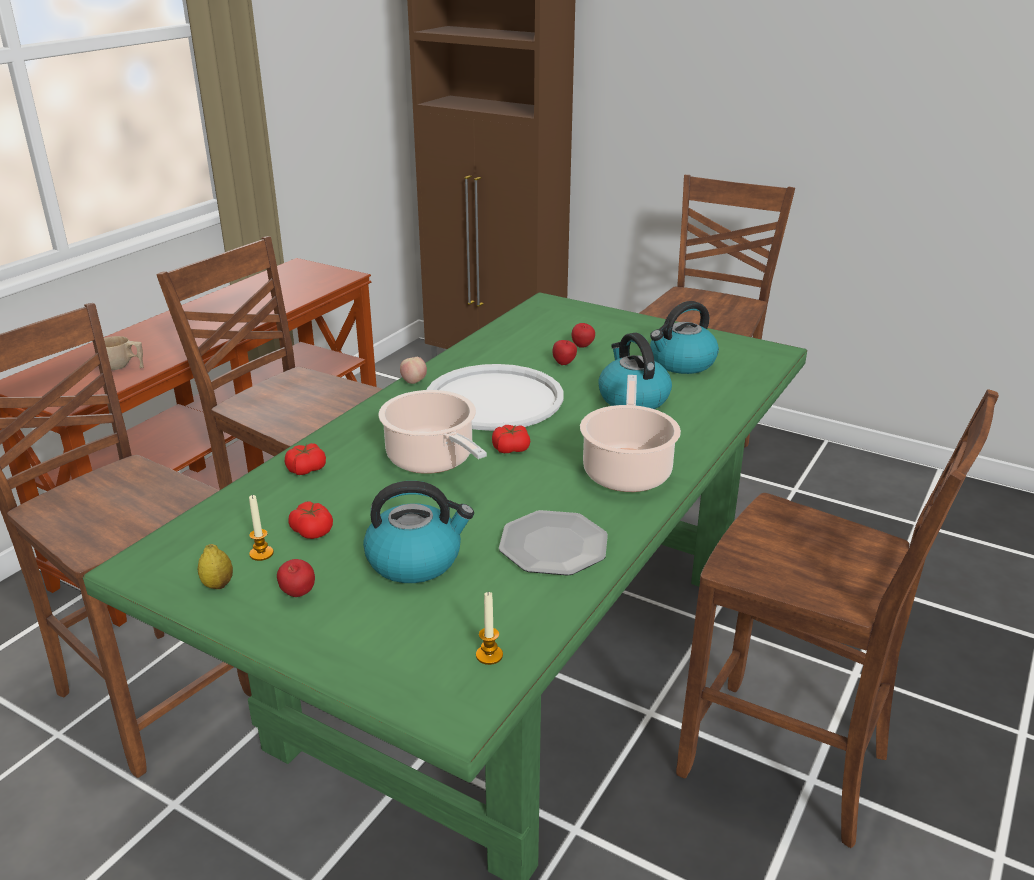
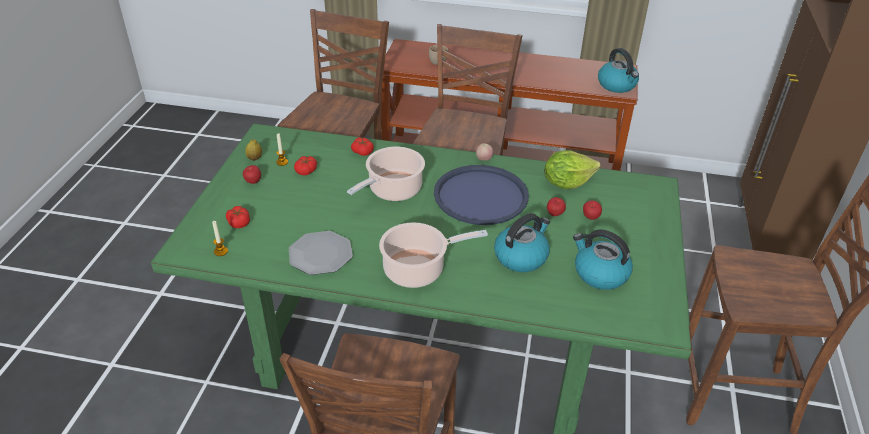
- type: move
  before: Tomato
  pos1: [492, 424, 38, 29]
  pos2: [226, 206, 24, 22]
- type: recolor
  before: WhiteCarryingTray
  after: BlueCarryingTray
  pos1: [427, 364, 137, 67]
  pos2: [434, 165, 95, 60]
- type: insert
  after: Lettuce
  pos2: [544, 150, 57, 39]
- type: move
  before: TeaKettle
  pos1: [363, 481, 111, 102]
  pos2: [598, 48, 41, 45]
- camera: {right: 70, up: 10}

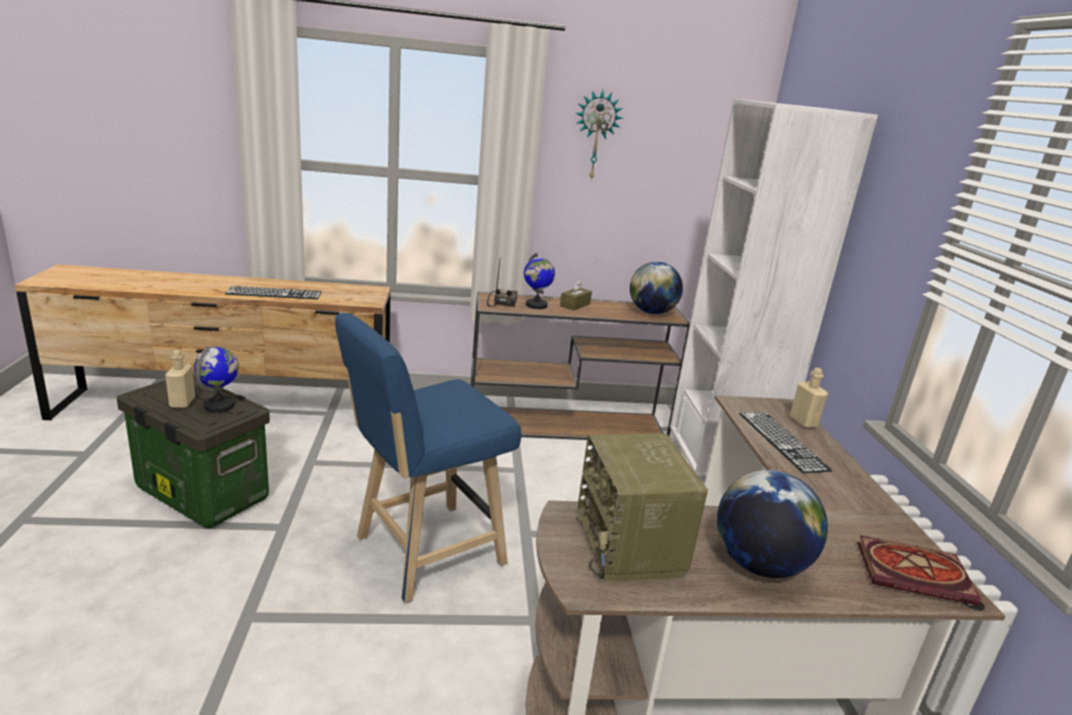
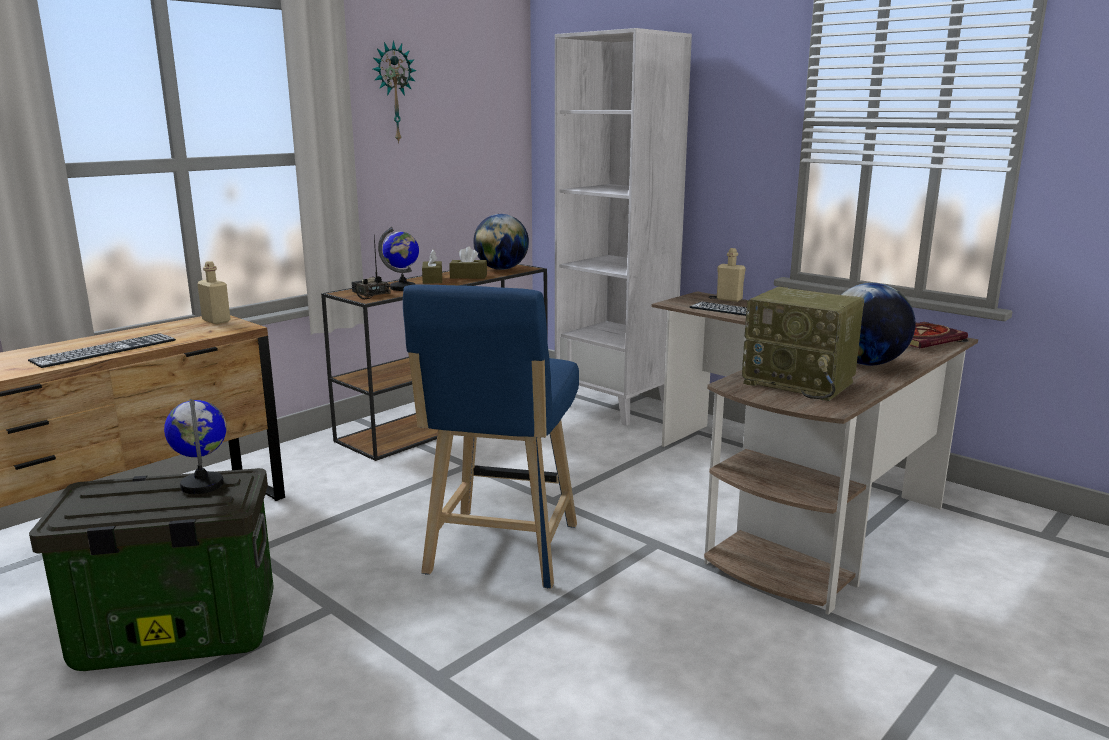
- type: move
  before: BeigeColouredDrinkBottle
  pos1: [165, 350, 30, 58]
  pos2: [197, 261, 34, 63]
- type: insert
  after: BrownishTissueBox
  pos2: [449, 247, 38, 32]
- camera: {right: -40, up: -5}

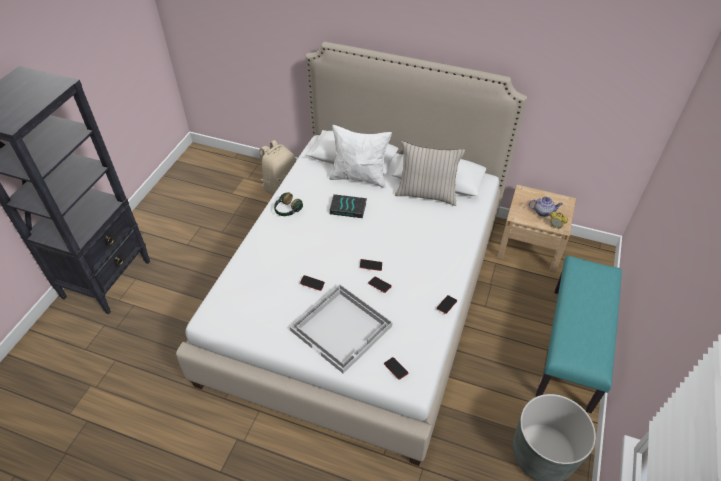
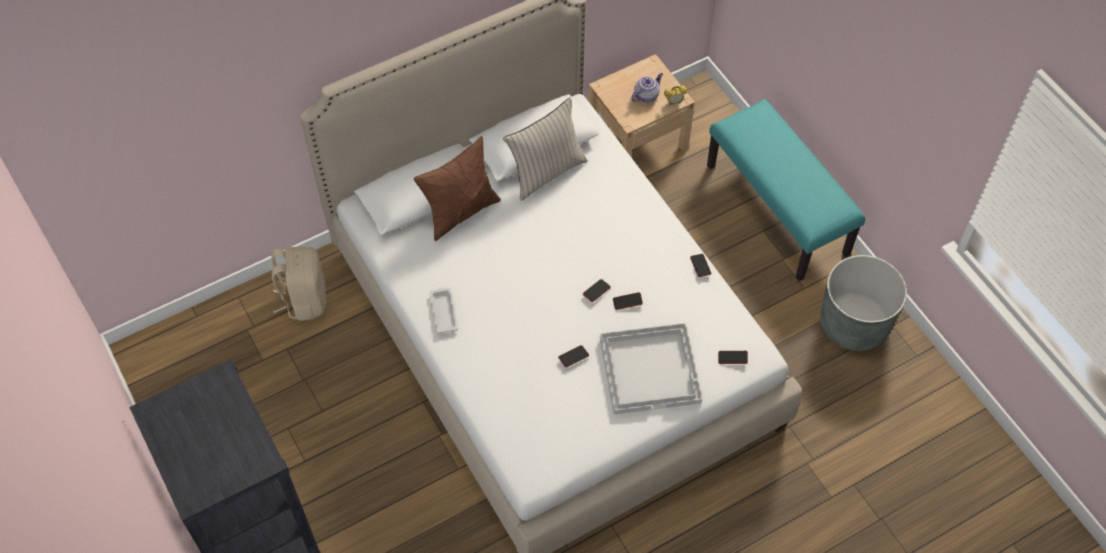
- type: recolor
  before: WhiteThrowPillow
  after: BrownishThrowPillow
  pos1: [329, 125, 63, 63]
  pos2: [414, 136, 87, 105]
- type: replace
  before: Headset
  after: WhiteCarryingTray
  pos1: [274, 192, 29, 24]
  pos2: [429, 287, 29, 47]
- type: delete
  before: Volume
  pos1: [330, 194, 37, 24]
- camera: {right: -50, up: 10}

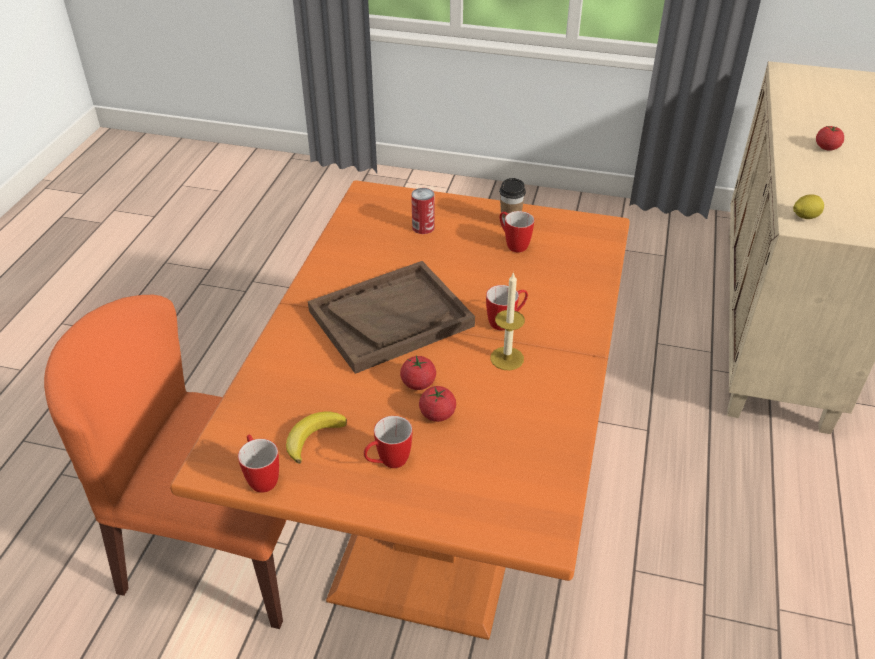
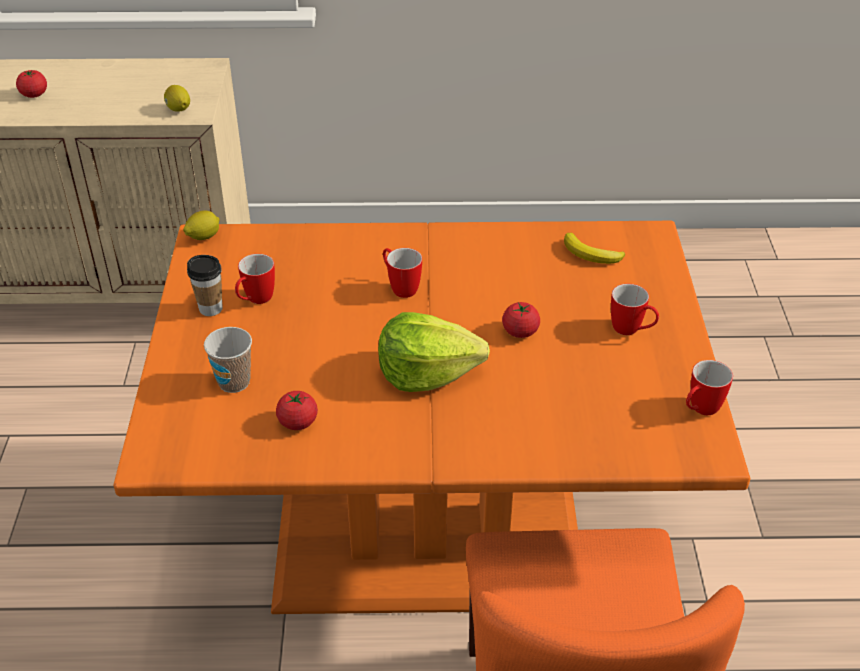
- type: insert
  after: CitrusFruit
  pos2: [183, 211, 36, 29]
- type: replace
  before: SealedCan
  after: SmallCup
  pos1: [411, 188, 24, 46]
  pos2: [204, 327, 48, 66]
- type: move
  before: Tomato
  pos1: [419, 386, 37, 36]
  pos2: [276, 391, 42, 39]
- type: replace
  before: BrownishCarryingTray
  after: Lettuce
  pos1: [308, 261, 167, 113]
  pos2: [378, 312, 112, 80]
- type: move
  before: Banana
  pos1: [286, 412, 61, 52]
  pos2: [564, 233, 61, 31]
- type: delete
  before: WaxCandle
  pos1: [490, 272, 35, 98]
- camera: {right: -105, up: 0}

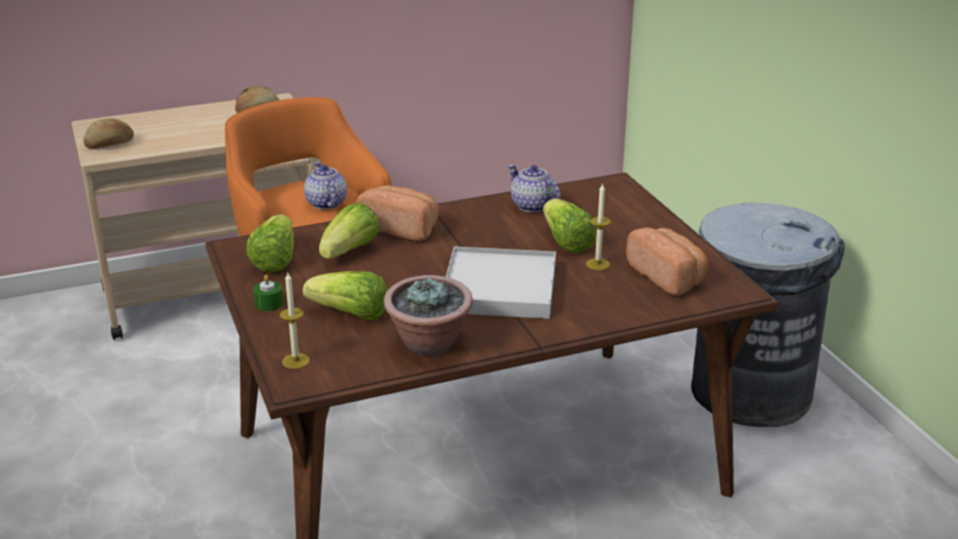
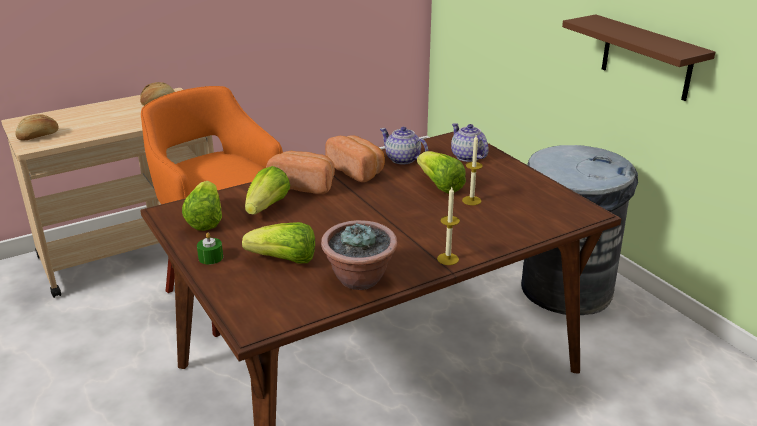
- type: move
  before: BakeryBread
  pos1: [626, 227, 82, 69]
  pos2: [325, 135, 60, 47]
- type: move
  before: WaxCandle
  pos1: [280, 273, 30, 96]
  pos2: [437, 187, 23, 78]
- type: move
  before: TeaPot
  pos1: [304, 162, 43, 48]
  pos2: [451, 123, 38, 39]
- type: insert
  after: BrownishWallShelf
  pos2: [562, 15, 153, 86]
- type: delete
  before: WhiteCarryingTray
  pos1: [446, 246, 110, 73]
- camera: {right: -10, up: 0}

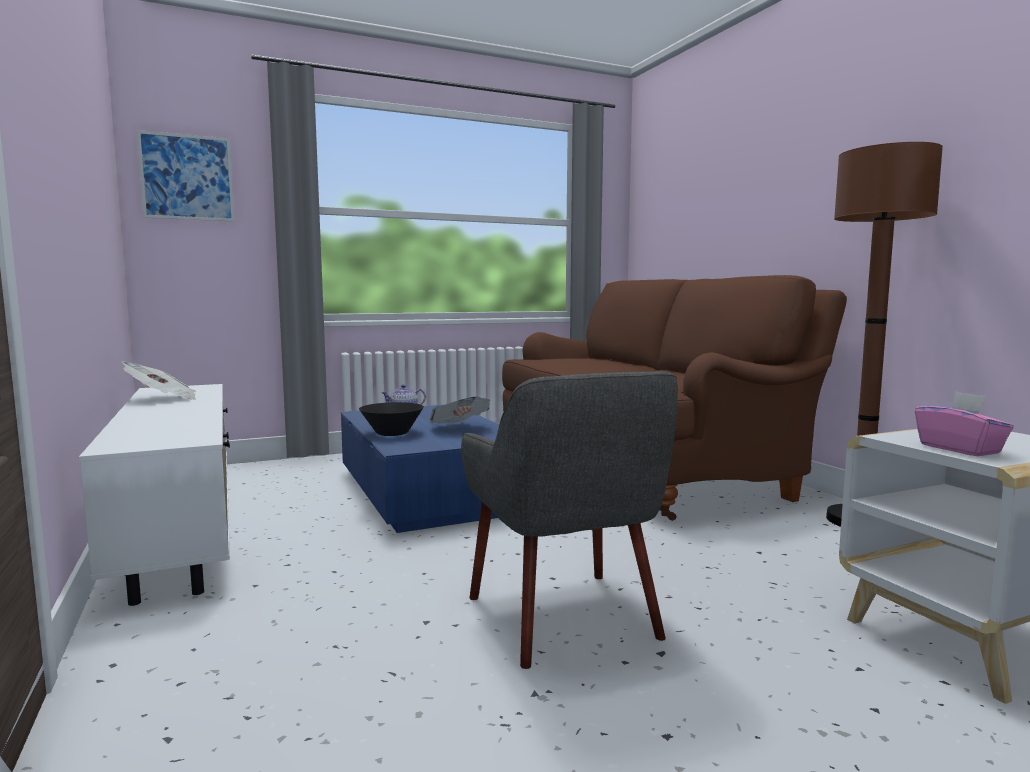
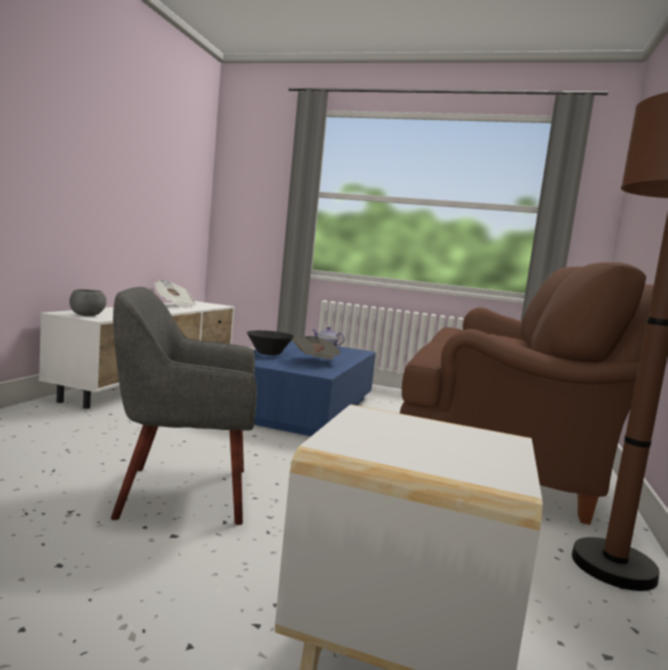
- type: insert
  after: GrayServingBowl
  pos2: [69, 289, 38, 27]
- type: rotate
  before: GrayLoungeChair
  pos1: [461, 371, 217, 298]
  pos2: [111, 287, 146, 238]
  turn: 60
- type: delete
  before: WallArt
  pos1: [137, 130, 98, 92]
- type: delete
  before: PinkColouredTissueBox
  pos1: [915, 391, 99, 65]
- camera: {right: 40, up: 0}

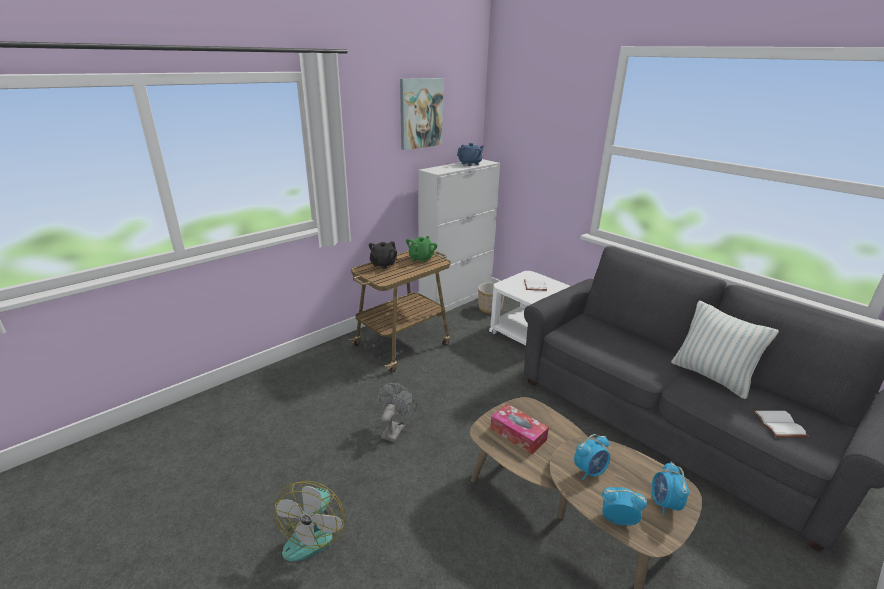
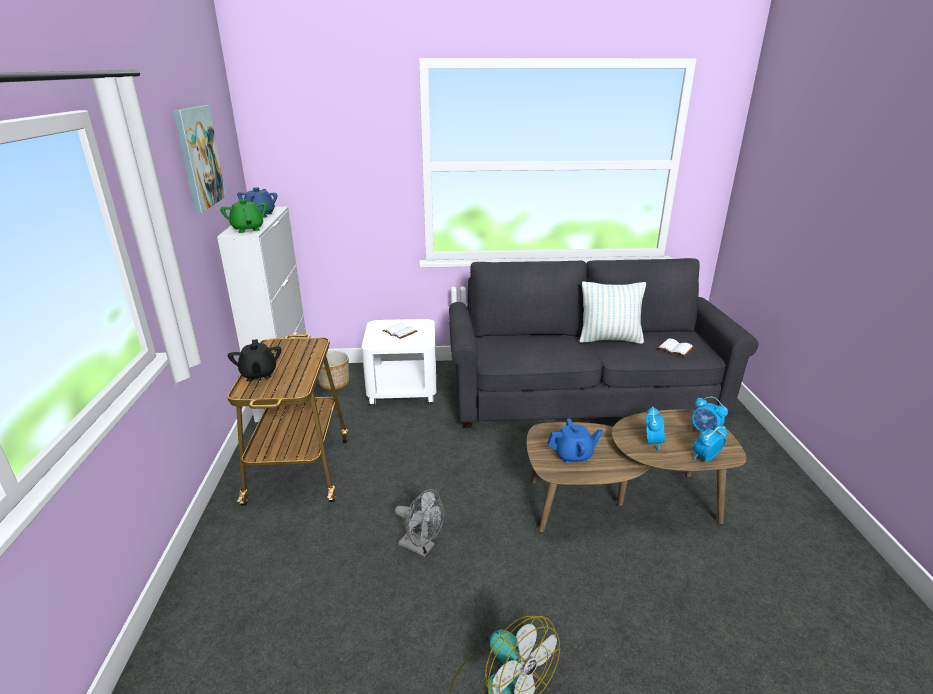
- type: move
  before: GreenColouredTeaPot
  pos1: [406, 236, 31, 26]
  pos2: [220, 199, 47, 34]
- type: rotate
  before: GrayElectricFan
  pos1: [377, 383, 40, 59]
  pos2: [395, 489, 49, 68]
  turn: 150
- type: replace
  before: TissueBox
  after: BlueTeaPot
  pos1: [490, 404, 59, 51]
  pos2: [547, 418, 56, 46]
- camera: {right: -50, up: 0}

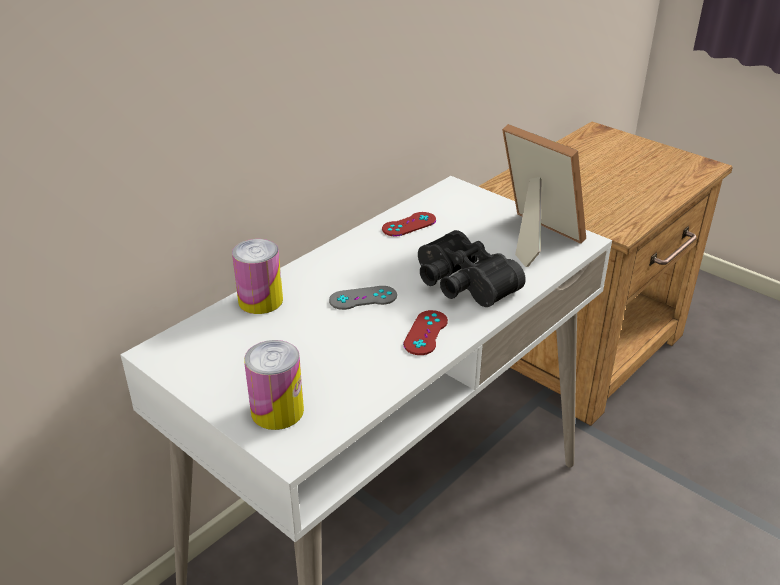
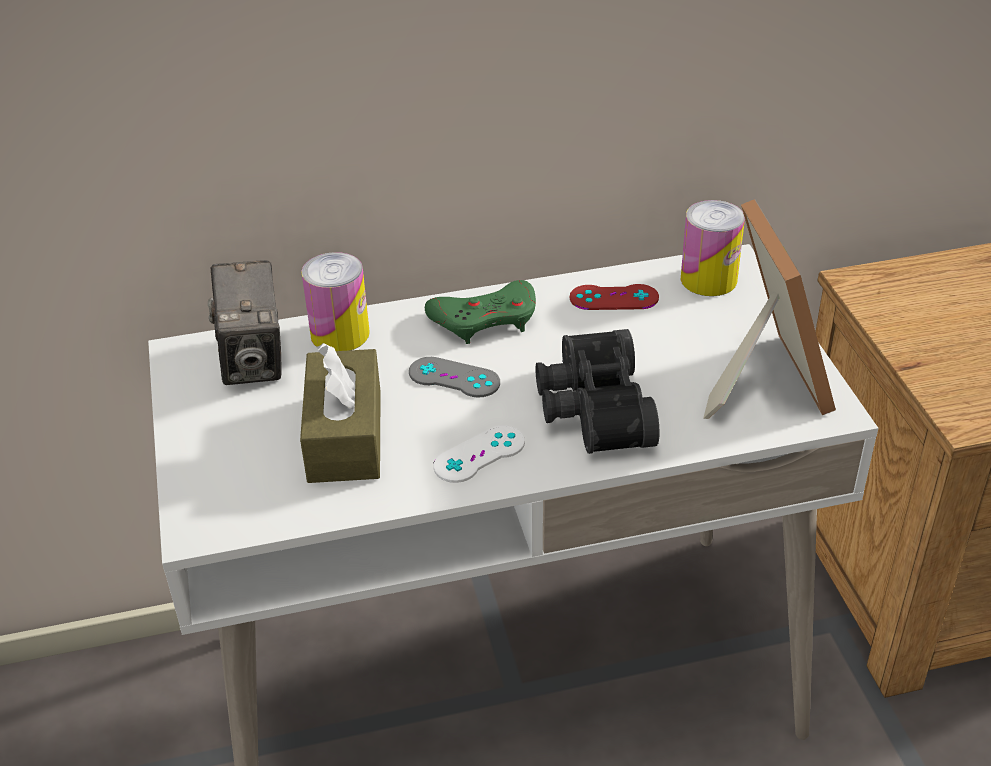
- type: insert
  after: StillCamera
  pos2: [208, 260, 73, 125]
- type: insert
  after: BrownishTissueBox
  pos2: [300, 343, 81, 140]
- type: insert
  after: GreenColouredJoypad
  pos2: [425, 280, 111, 64]
- type: recolor
  before: RedJoypad
  after: WhiteJoypad
  pos1: [403, 310, 45, 45]
  pos2: [433, 425, 92, 58]
- type: move
  before: SealedCan
  pos1: [244, 340, 60, 90]
  pos2: [680, 200, 65, 96]
- camera: {right: 35, up: 5}

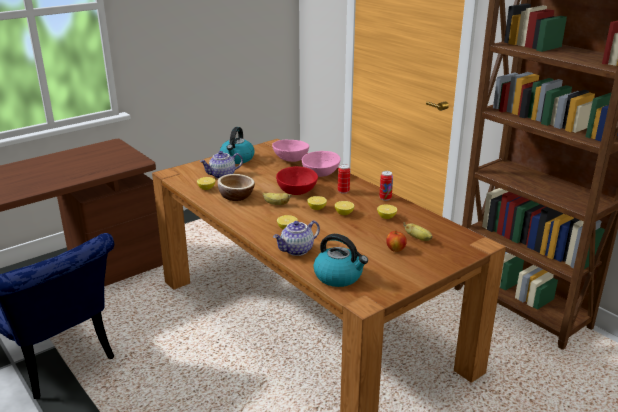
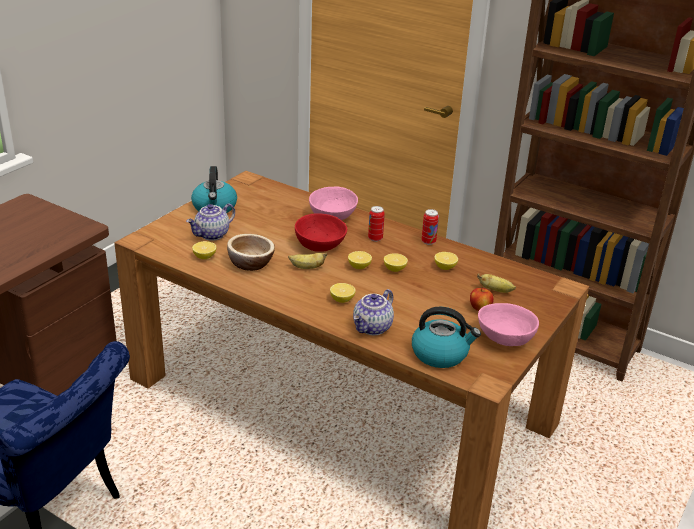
- type: move
  before: PinkColouredServingBowl
  pos1: [272, 140, 37, 22]
  pos2: [478, 303, 61, 43]
- camera: {right: -20, up: 5}

